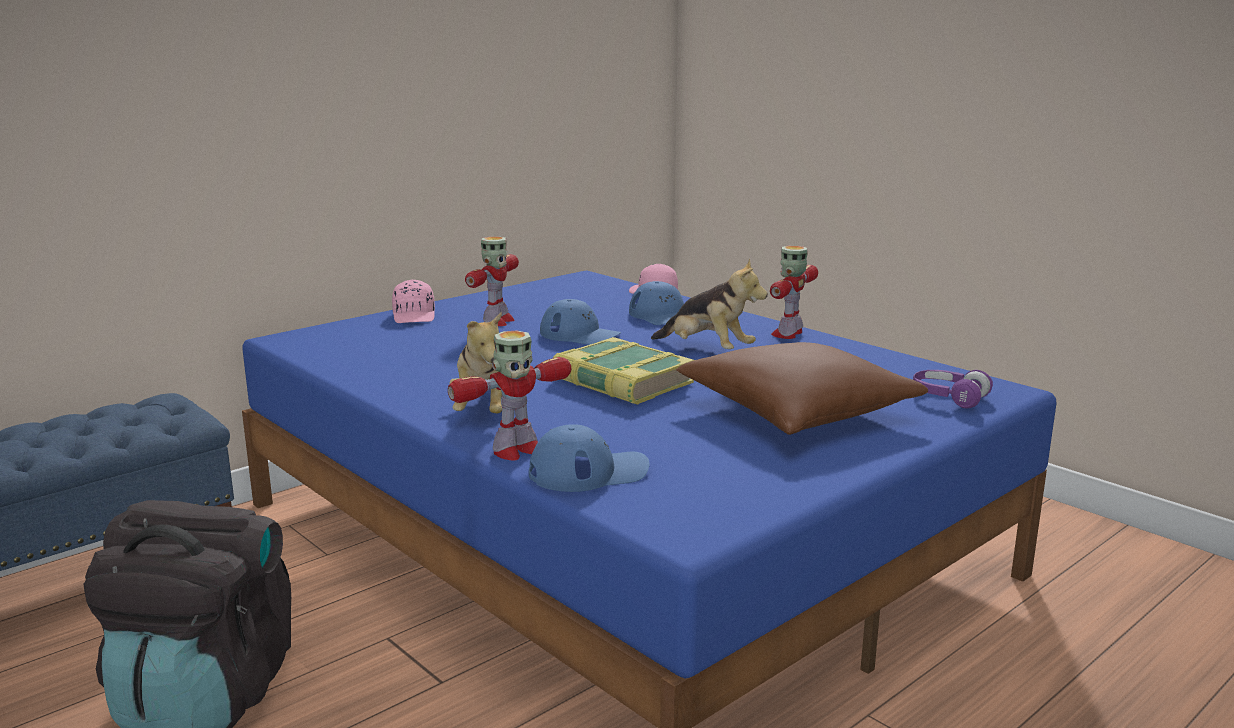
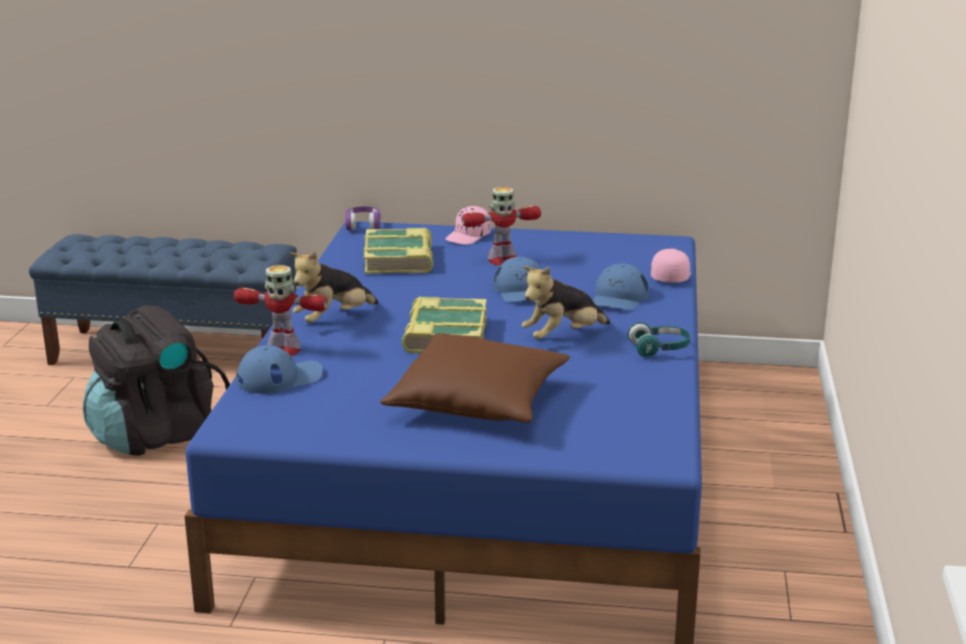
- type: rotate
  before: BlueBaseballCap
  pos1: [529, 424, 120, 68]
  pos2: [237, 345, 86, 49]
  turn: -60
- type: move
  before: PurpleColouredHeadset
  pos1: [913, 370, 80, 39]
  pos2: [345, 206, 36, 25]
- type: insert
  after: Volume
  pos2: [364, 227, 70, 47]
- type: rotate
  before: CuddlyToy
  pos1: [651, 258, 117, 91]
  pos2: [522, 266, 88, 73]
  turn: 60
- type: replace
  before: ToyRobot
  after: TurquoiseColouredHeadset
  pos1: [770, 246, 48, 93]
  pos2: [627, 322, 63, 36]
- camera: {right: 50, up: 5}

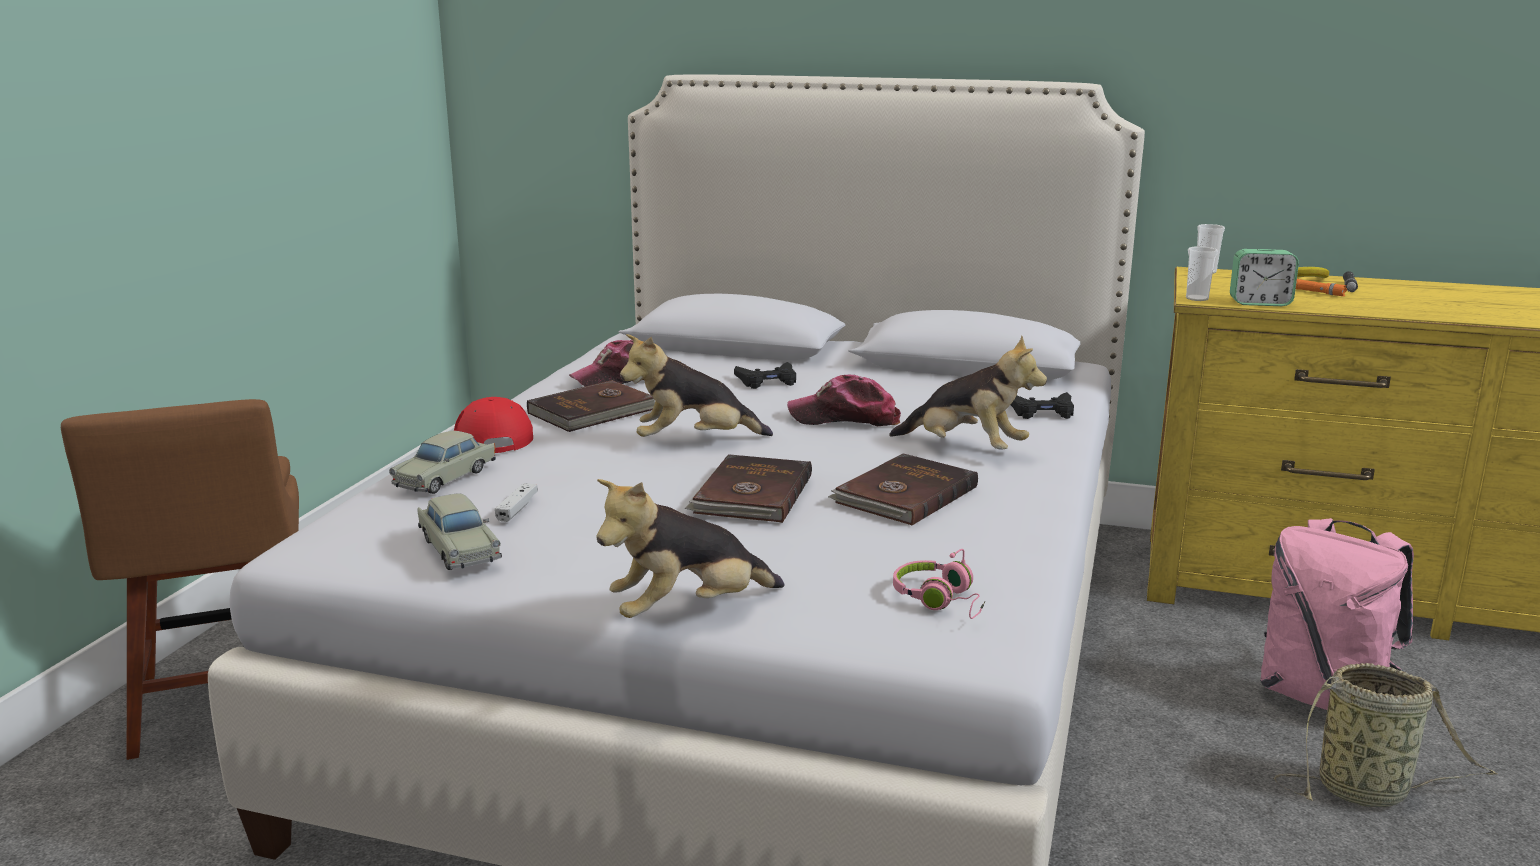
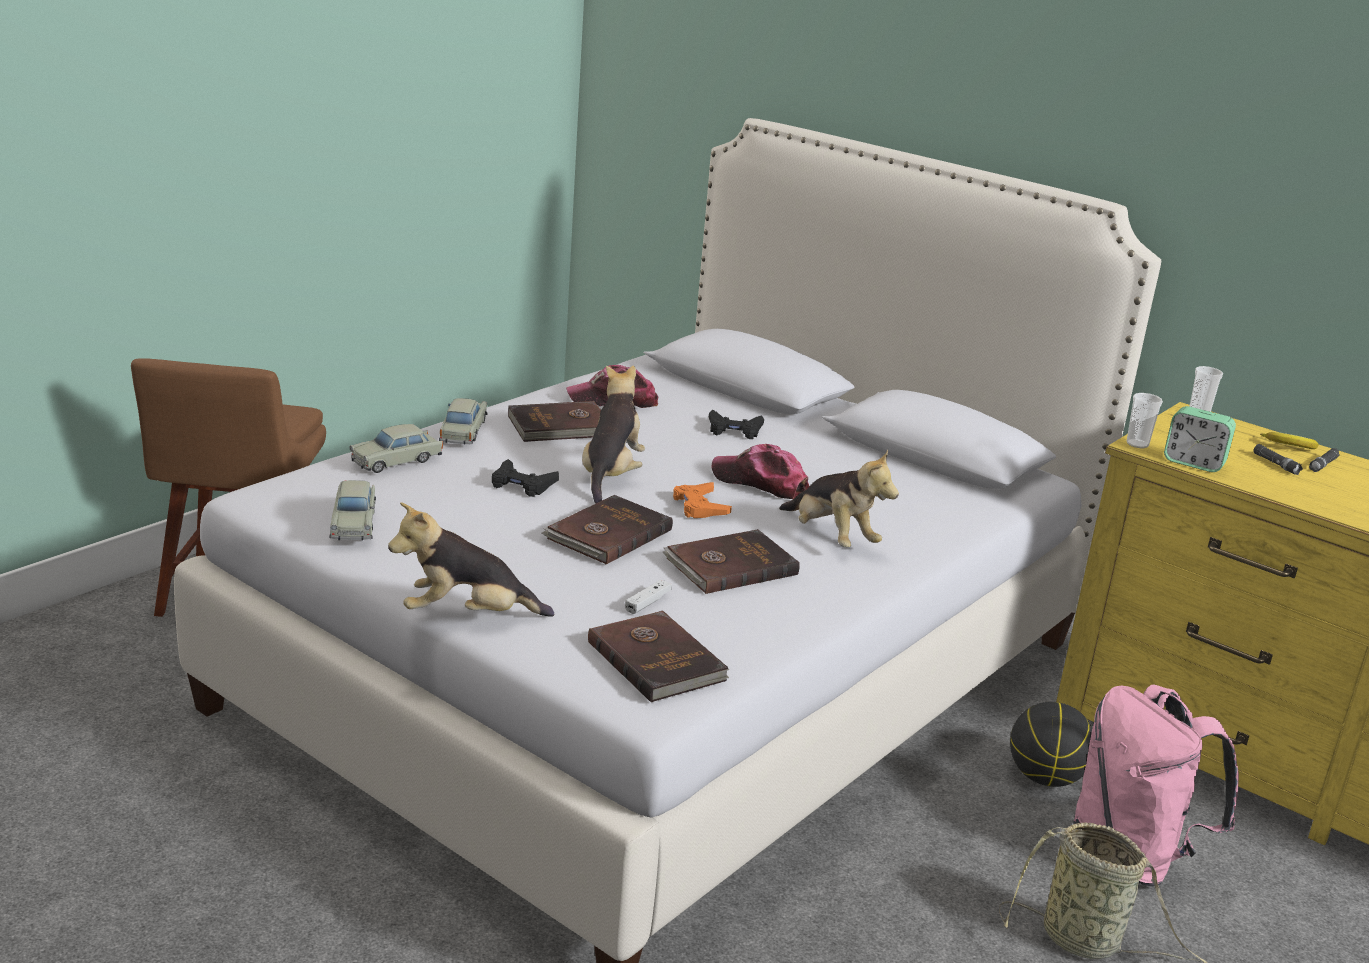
- type: replace
  before: RedBaseballCap
  after: BeigeColouredMiniatureCar
  pos1: [454, 397, 79, 56]
  pos2: [439, 398, 49, 46]
- type: move
  before: BlackJoypad
  pos1: [1011, 392, 63, 27]
  pos2: [492, 459, 67, 38]
- type: rotate
  before: CuddlyToy
  pos1: [620, 334, 153, 103]
  pos2: [582, 365, 63, 138]
  turn: 90
- type: replace
  before: PinkColouredHeadset
  after: BrownishVolume
  pos1: [893, 549, 92, 70]
  pos2: [588, 610, 141, 92]
- type: move
  before: WhiteJoypad
  pos1: [495, 483, 43, 39]
  pos2: [625, 579, 47, 35]
- type: insert
  after: OrangeJoypad
  pos2: [673, 482, 59, 36]
- type: insert
  after: Basketball
  pos2: [1010, 702, 82, 85]
- type: recolor
  before: OrangeHandTorch
  after: BlackHandTorch
  pos1: [1296, 279, 51, 17]
  pos2: [1253, 444, 50, 31]
- camera: {right: 20, up: 5}

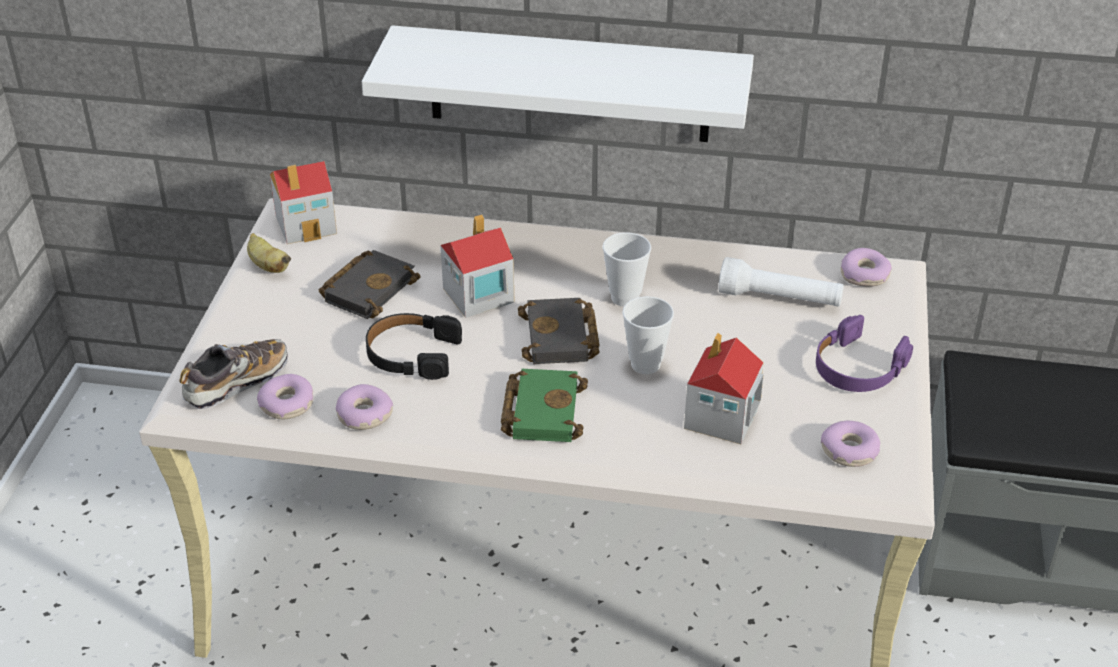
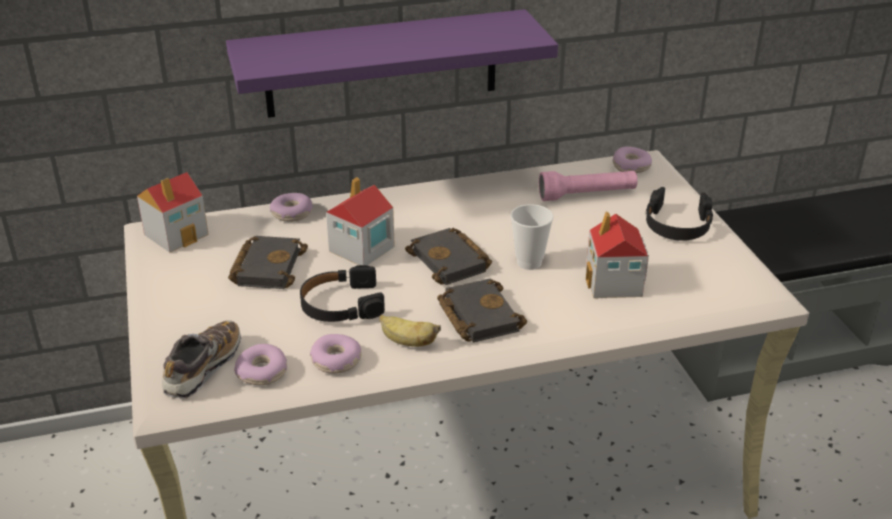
- type: recolor
  before: WhiteWallShelf
  after: PurpleColouredWallShelf
  pos1: [362, 25, 392, 117]
  pos2: [226, 9, 332, 109]
- type: move
  before: RingDoughnut
  pos1: [821, 421, 60, 46]
  pos2: [270, 193, 43, 29]
- type: move
  before: Banana
  pos1: [247, 233, 44, 40]
  pos2: [379, 315, 62, 32]
- type: recolor
  before: GreenColouredVolume
  after: BlackVolume
  pos1: [501, 369, 87, 73]
  pos2: [437, 279, 90, 64]
- type: recolor
  before: WhiteHandTorch
  after: PinkColouredHandTorch
  pos1: [718, 257, 126, 49]
  pos2: [539, 171, 99, 30]
- type: recolor
  before: PurpleColouredHeadset
  after: BlackHeadset
  pos1: [816, 315, 97, 77]
  pos2: [645, 187, 68, 54]
- type: delete
  before: SmallCup
  pos1: [603, 232, 48, 75]
- camera: {right: -25, up: -5}

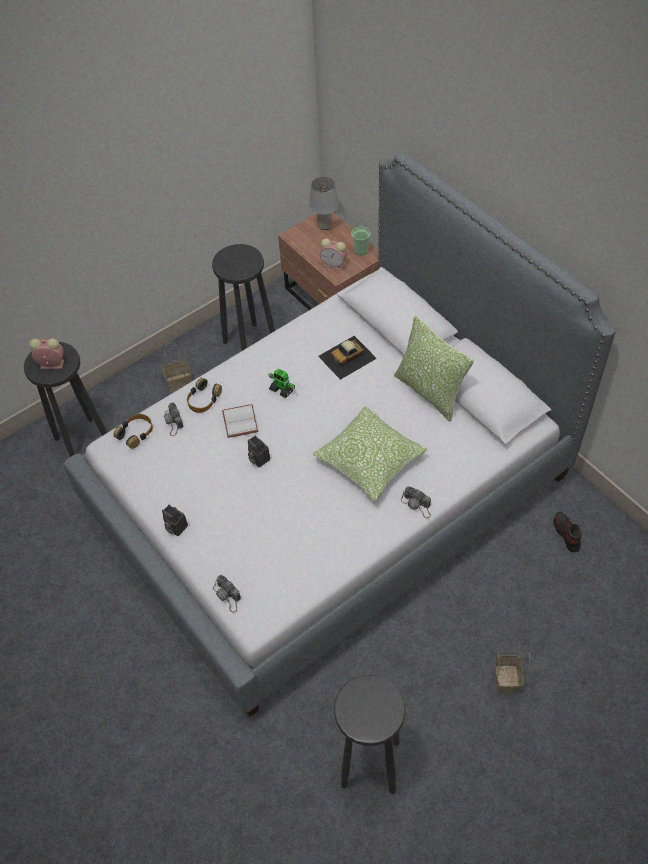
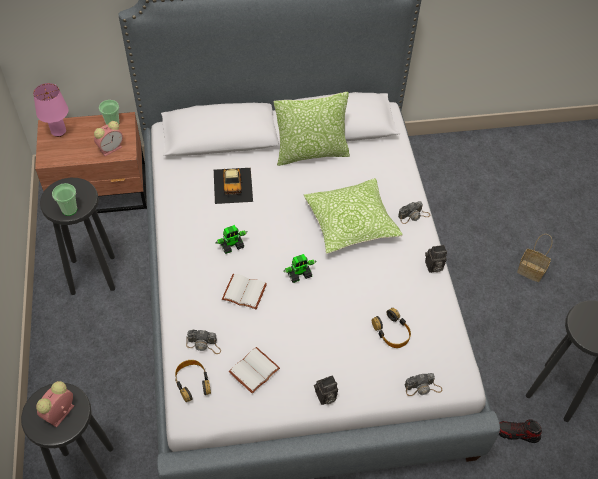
- type: recolor
  before: GrayTableLamp
  after: PinkColouredTableLamp
  pos1: [309, 177, 30, 53]
  pos2: [33, 83, 35, 54]
- type: insert
  after: SmallCup
  pos2: [52, 183, 25, 33]
- type: insert
  after: WhiteVolume
  pos2: [229, 347, 51, 47]
- type: insert
  after: ToyRobot
  pos2: [283, 254, 33, 29]
- type: move
  before: Headset
  pos1: [187, 378, 35, 35]
  pos2: [372, 308, 39, 40]
- type: move
  before: StillCamera
  pos1: [248, 436, 22, 31]
  pos2: [425, 245, 22, 28]
- type: move
  before: LowShoe
  pos1: [554, 512, 28, 40]
  pos2: [499, 419, 43, 24]
- type: delete
  before: StorageBasket
  pos1: [163, 343, 29, 49]
- camera: {right: -65, up: 0}

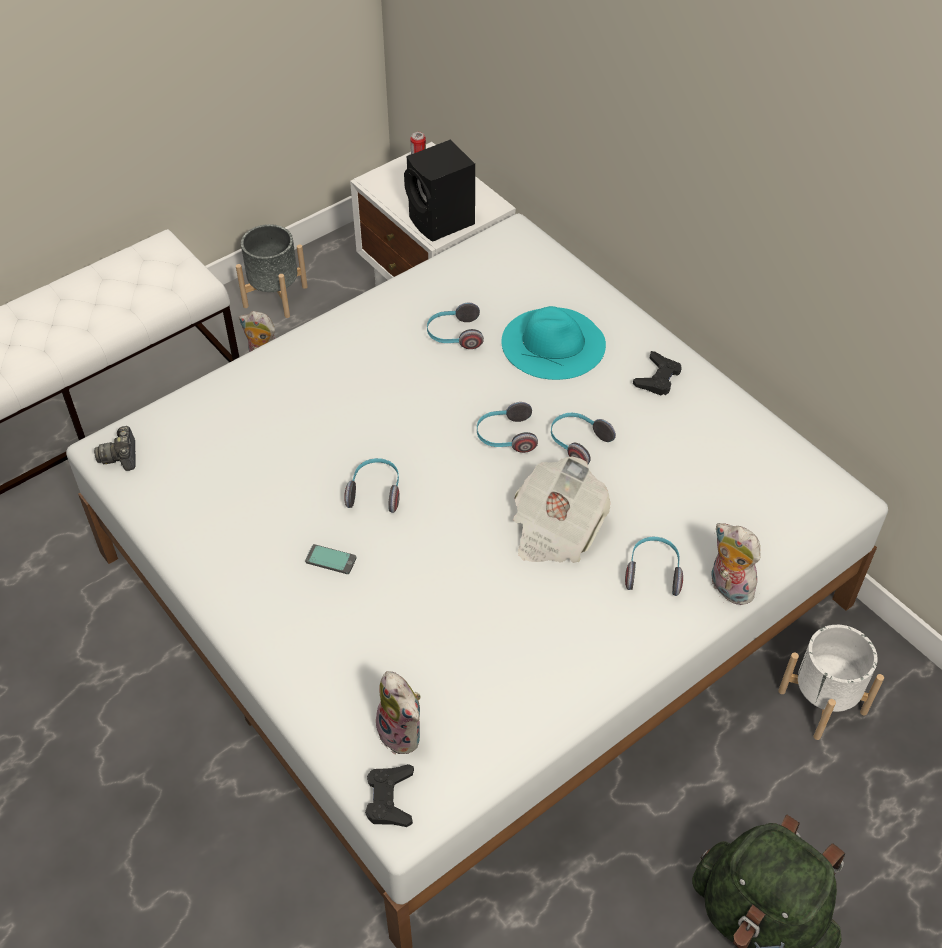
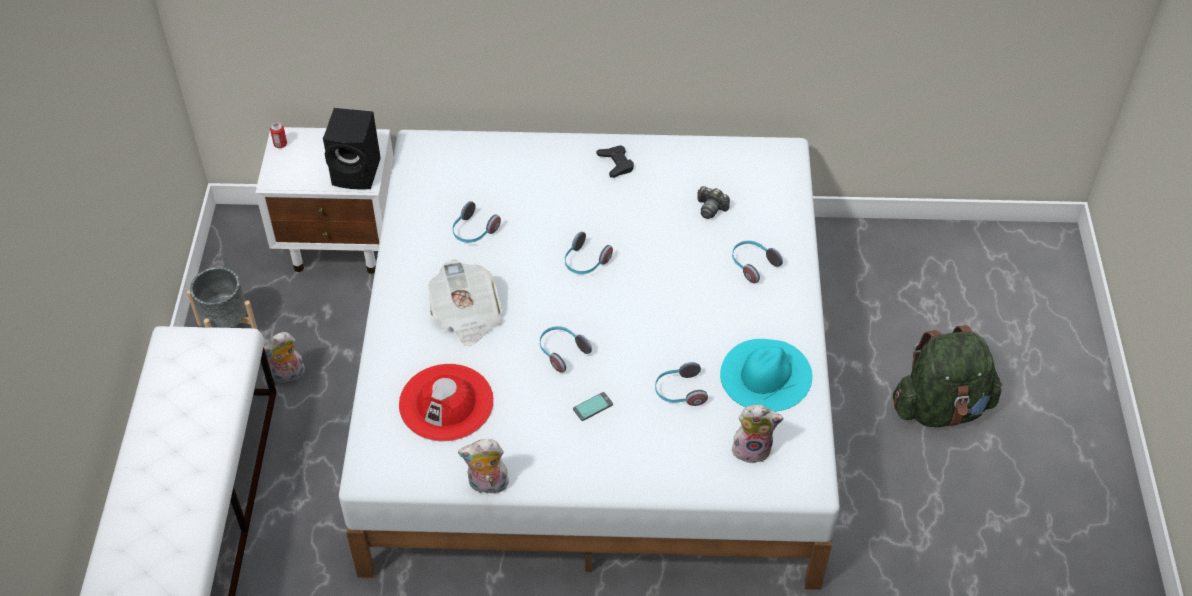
- type: insert
  after: RedHat
  pos2: [399, 364, 95, 77]
- type: move
  before: Newspaper
  pos1: [513, 457, 97, 106]
  pos2: [428, 260, 74, 86]
- type: move
  before: CuddlyToy
  pos1: [712, 523, 49, 82]
  pos2: [458, 439, 51, 55]
- type: move
  before: Headset
  pos1: [551, 413, 65, 51]
  pos2: [655, 362, 53, 44]
- type: move
  before: StillCamera
  pos1: [94, 426, 41, 45]
  pos2: [698, 186, 32, 33]
- type: move
  before: TurquoiseColouredHat
  pos1: [501, 306, 105, 74]
  pos2: [720, 339, 92, 73]
- type: delete
  before: BlackJoypad
  pos1: [365, 764, 49, 63]
- type: delete
  before: WhitePlantPot
  pos1: [778, 625, 106, 115]
- camera: {right: -50, up: 0}

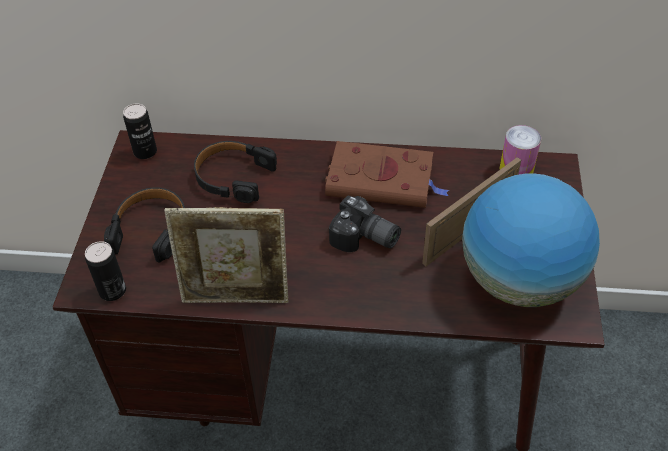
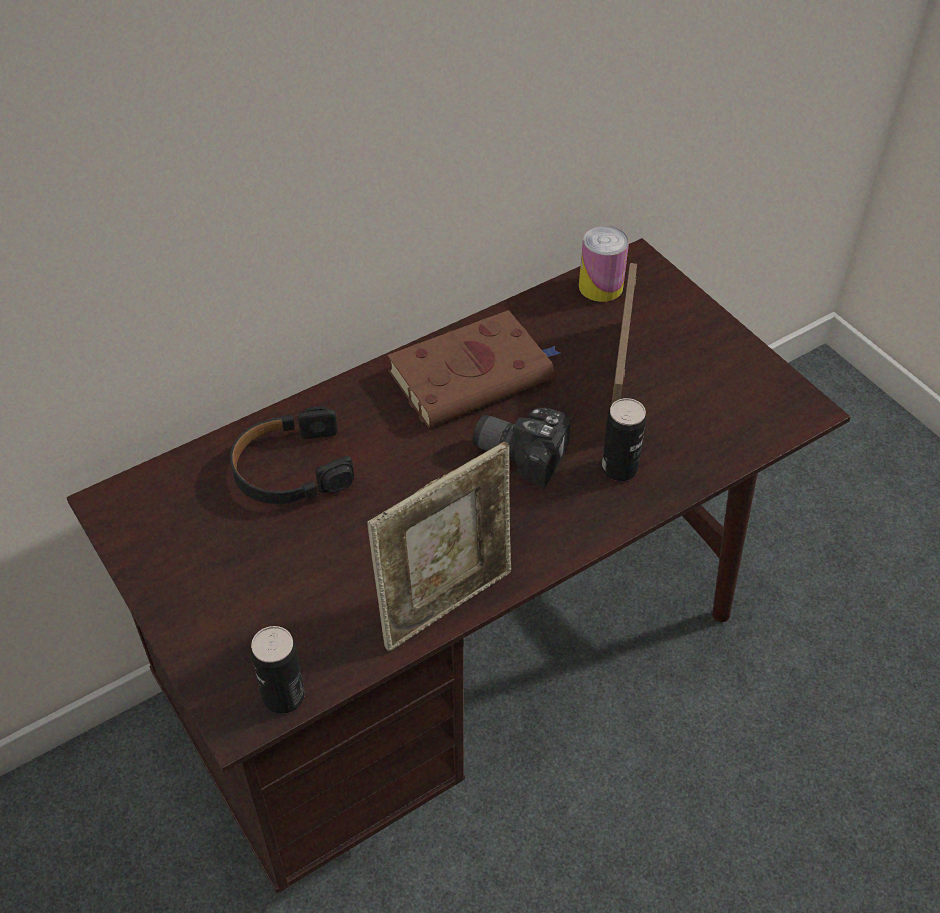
- type: rotate
  before: StillCamera
  pos1: [329, 195, 72, 57]
  pos2: [472, 408, 99, 80]
  turn: -150
- type: move
  before: SealedCan
  pos1: [123, 103, 34, 56]
  pos2: [601, 398, 45, 83]
- type: delete
  before: BlackHeadset
  pos1: [104, 187, 81, 76]
- type: delete
  before: WorldGlobe
  pos1: [462, 174, 138, 133]
- camera: {right: -40, up: 0}

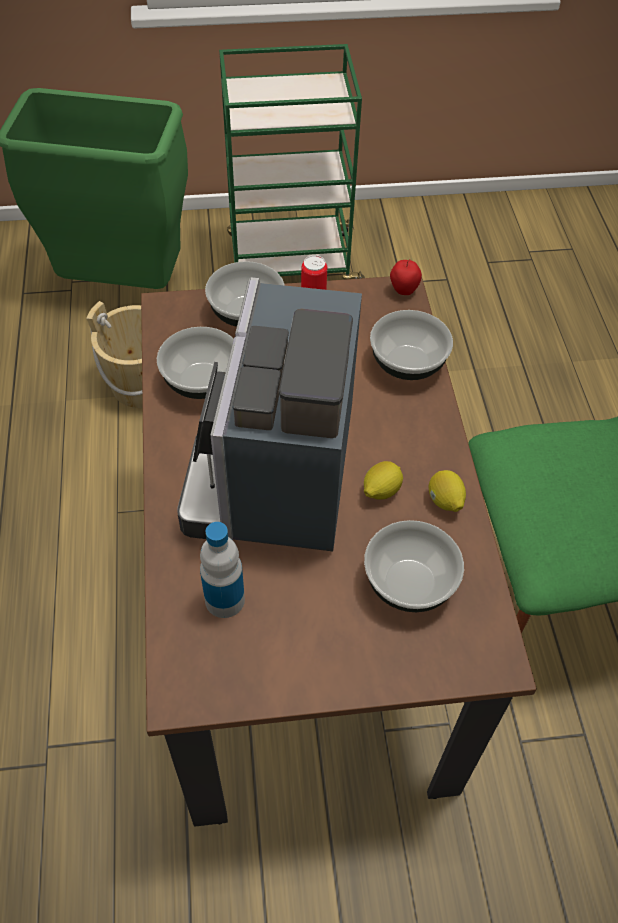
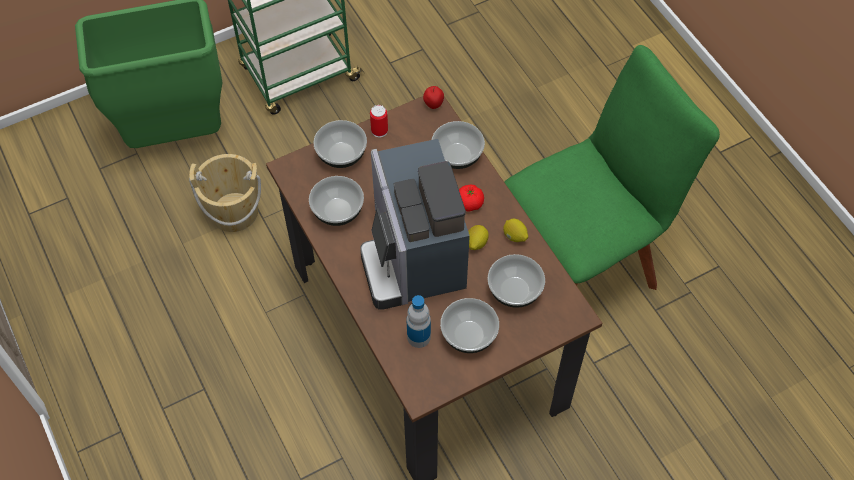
- type: insert
  after: ServingBowl
  pos2: [440, 298, 59, 55]
- type: insert
  after: Tomato
  pos2: [459, 184, 25, 28]
- camera: {right: -20, up: 5}

